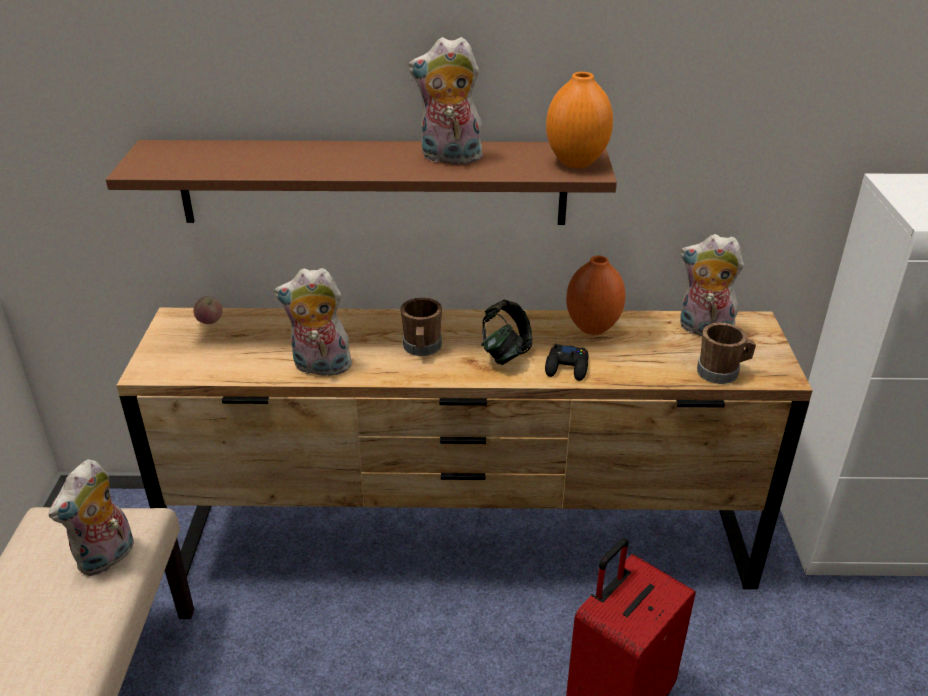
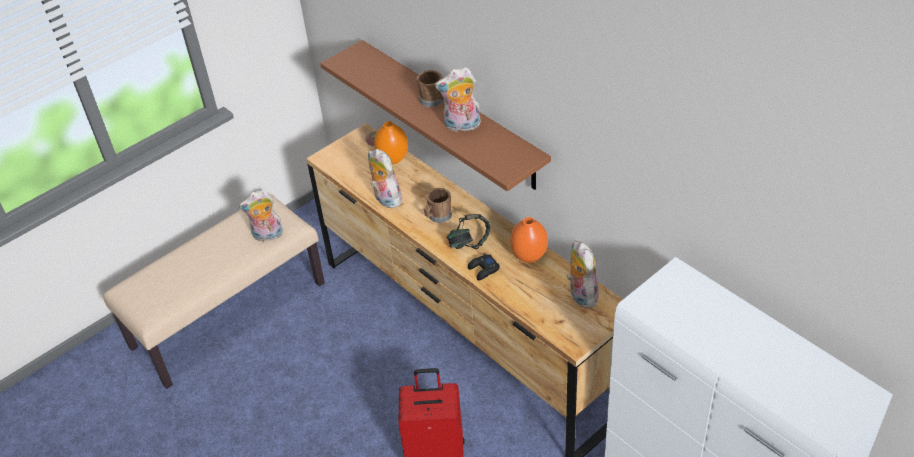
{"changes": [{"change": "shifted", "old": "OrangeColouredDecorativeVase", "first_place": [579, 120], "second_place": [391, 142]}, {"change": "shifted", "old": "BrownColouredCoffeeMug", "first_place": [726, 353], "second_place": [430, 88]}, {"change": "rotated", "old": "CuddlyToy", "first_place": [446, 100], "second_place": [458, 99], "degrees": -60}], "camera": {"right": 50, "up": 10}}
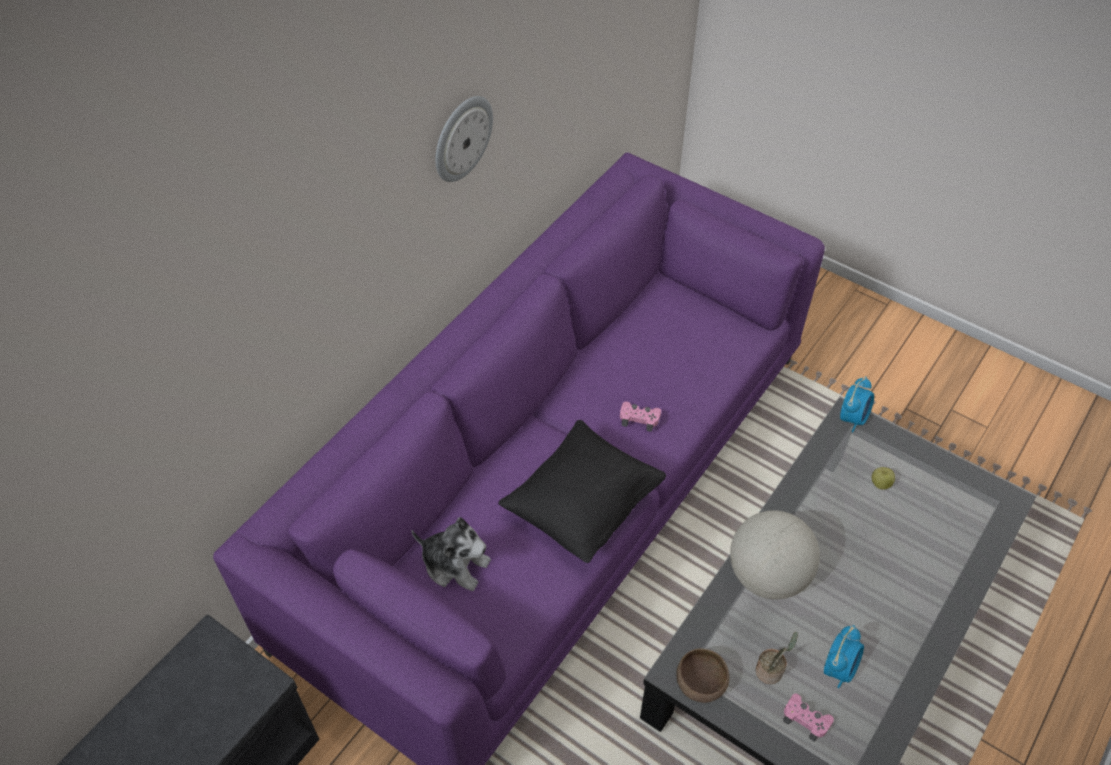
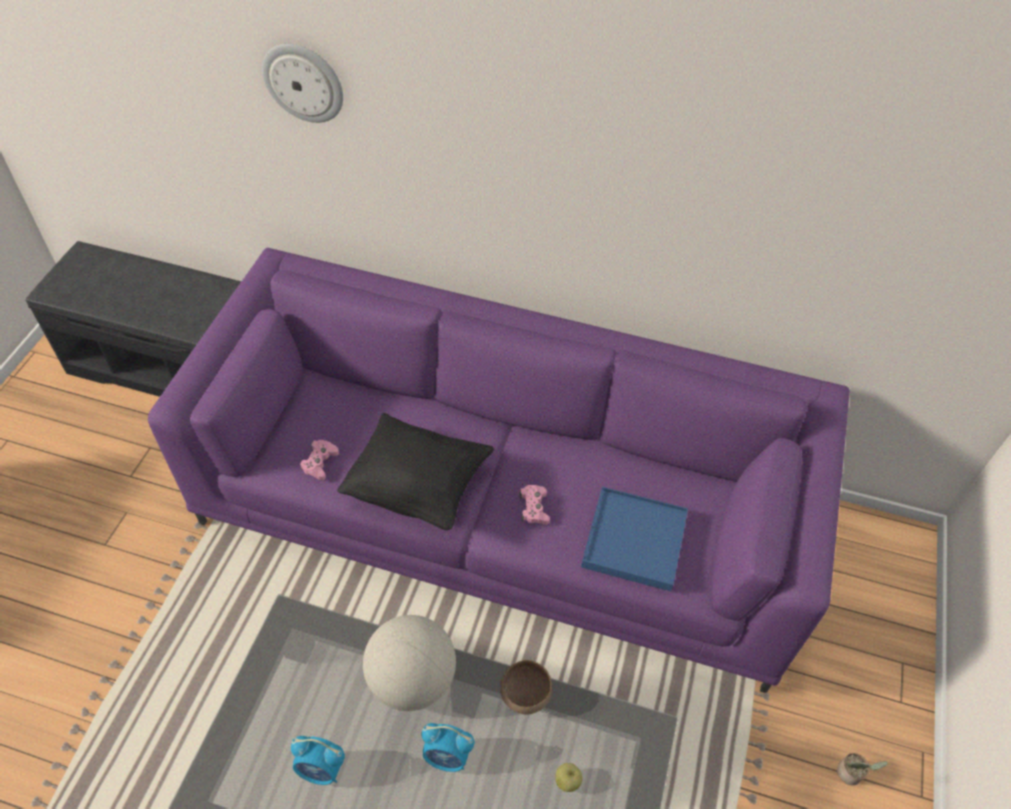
{"changes": [{"change": "shifted", "old": "HangingClock", "first_place": [464, 139], "second_place": [302, 83]}, {"change": "shifted", "old": "PinkishJoypad", "first_place": [808, 718], "second_place": [319, 460]}, {"change": "shifted", "old": "BedsideClock", "first_place": [857, 404], "second_place": [448, 747]}, {"change": "shifted", "old": "BrownColouredDeepDish", "first_place": [702, 676], "second_place": [526, 687]}, {"change": "new", "new": "BlueServingTray", "second_place": [634, 539]}, {"change": "shifted", "old": "PottedPlant", "first_place": [777, 658], "second_place": [862, 769]}, {"change": "gone", "old": "CuddlyToy", "first_place": [451, 554]}], "camera": {"right": 70, "up": 0}}
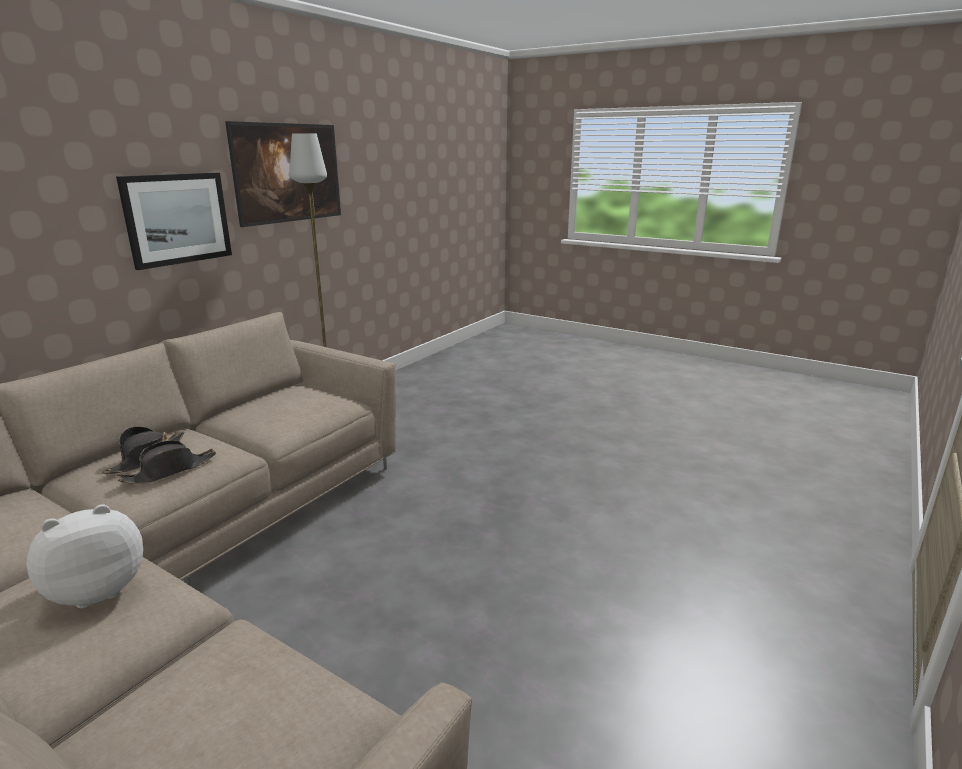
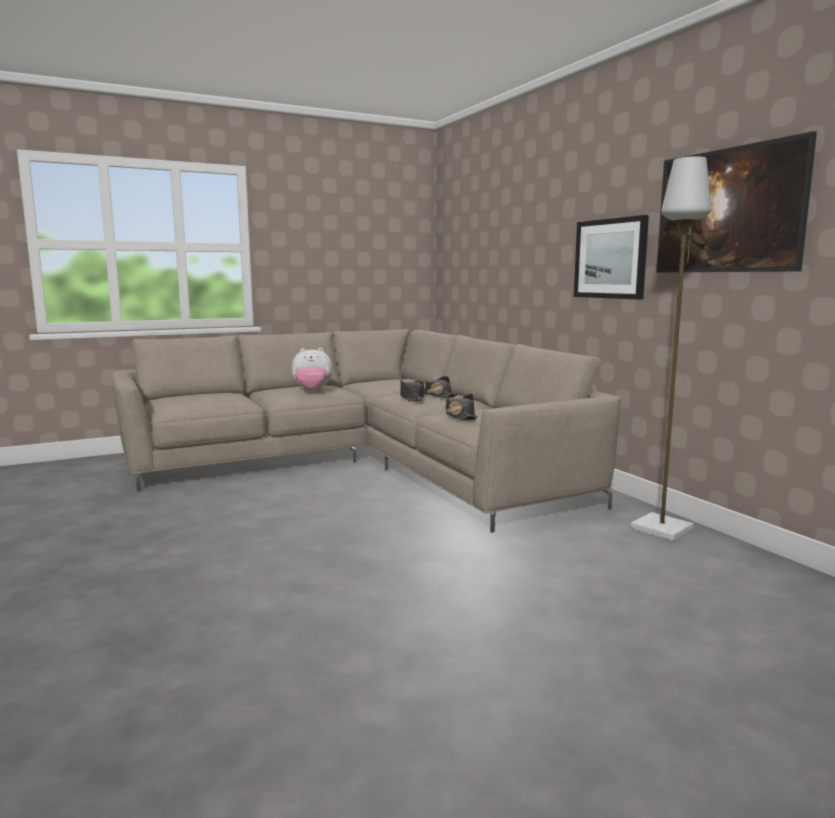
{"changes": [{"change": "rotated", "old": "CuddlyToy", "first_place": [84, 556], "second_place": [312, 369], "degrees": 90}, {"change": "new", "new": "BlackishClothingHat", "second_place": [461, 407]}], "camera": {"right": 120, "up": -10}}
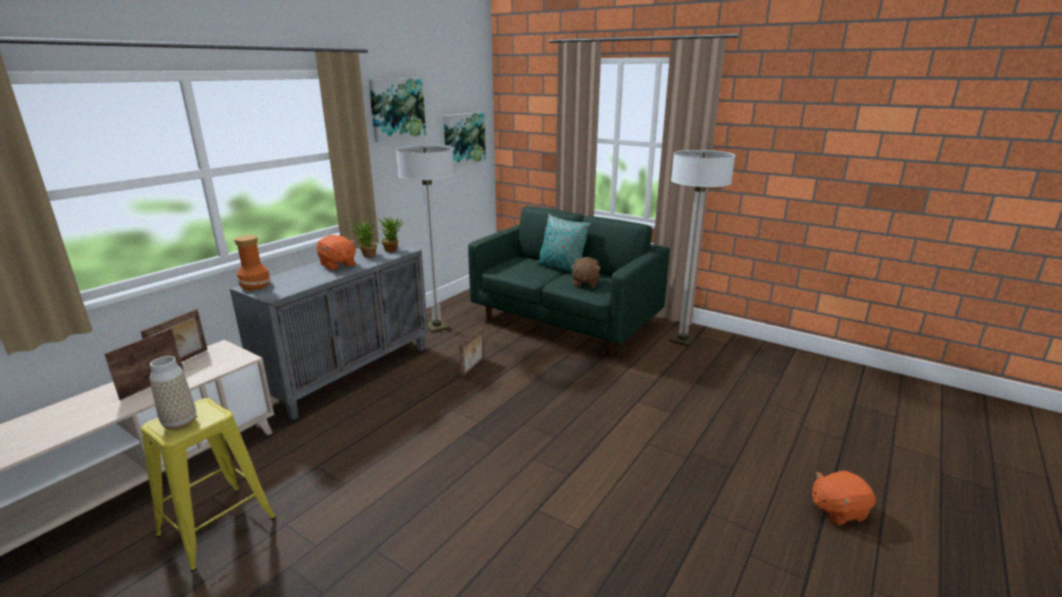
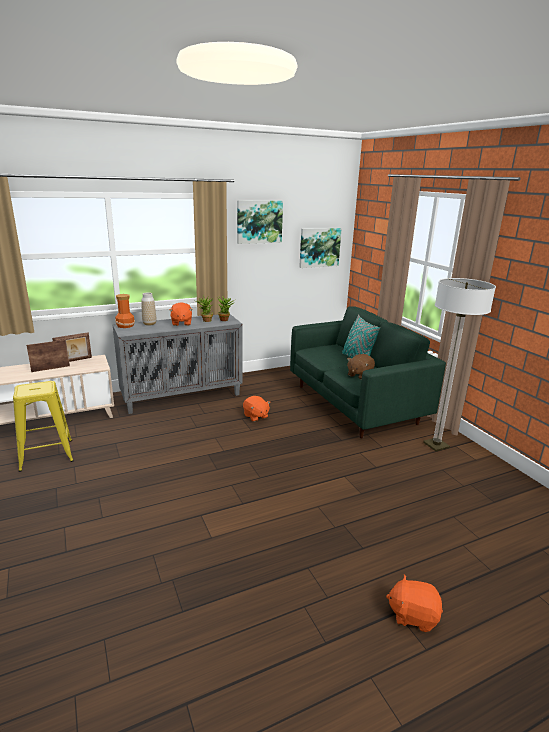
{"changes": [{"change": "shifted", "old": "DecorativeVase", "first_place": [173, 393], "second_place": [148, 309]}, {"change": "swapped", "old": "StandingFrame", "new": "OrangeColouredCuddlyToy", "first_place": [471, 353], "second_place": [256, 409]}, {"change": "gone", "old": "StandingLamp", "first_place": [425, 239]}], "camera": {"right": 30, "up": 0}}
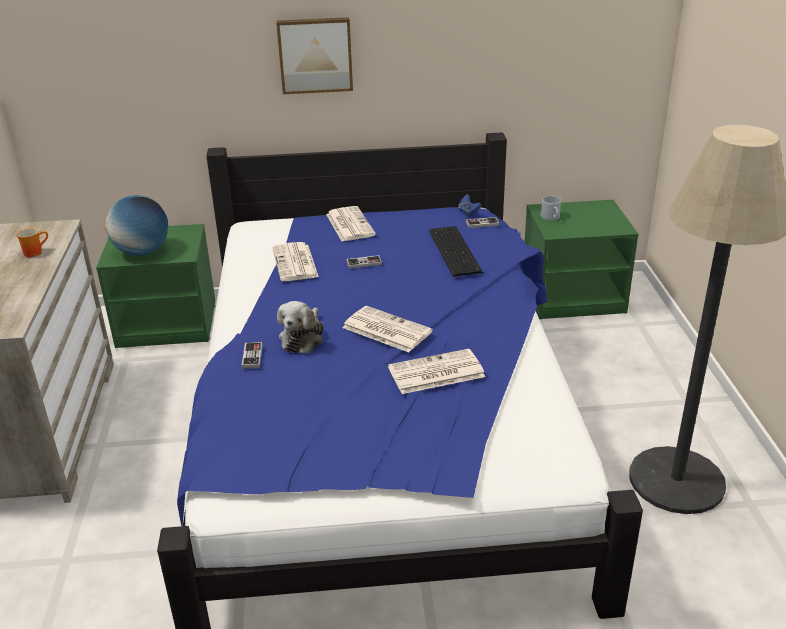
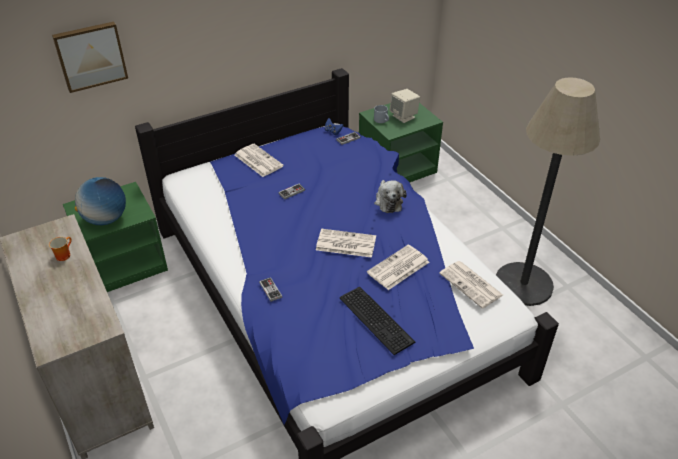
{"changes": [{"change": "shifted", "old": "Picture", "first_place": [314, 55], "second_place": [90, 57]}, {"change": "shifted", "old": "ComputerKeyboard", "first_place": [456, 251], "second_place": [377, 321]}, {"change": "shifted", "old": "CuddlyToy", "first_place": [300, 327], "second_place": [390, 196]}, {"change": "new", "new": "BeigeColouredSpeaker", "second_place": [405, 106]}, {"change": "shifted", "old": "DailyPaper", "first_place": [295, 261], "second_place": [471, 285]}], "camera": {"right": -25, "up": 10}}
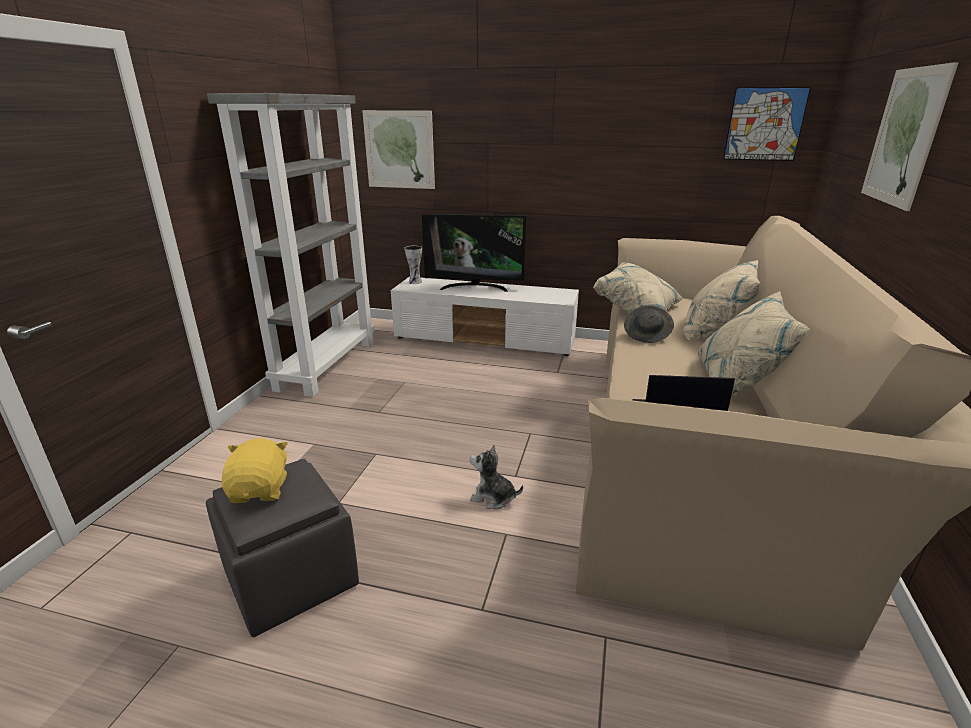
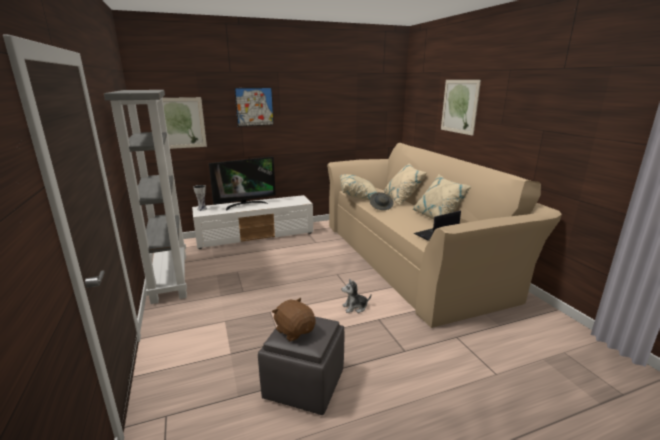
{"changes": [{"change": "shifted", "old": "Picture", "first_place": [767, 124], "second_place": [254, 107]}, {"change": "repainted", "old": "YellowCuddlyToy", "new": "BrownColouredCuddlyToy", "first_place": [255, 470], "second_place": [294, 319]}], "camera": {"right": -35, "up": -5}}
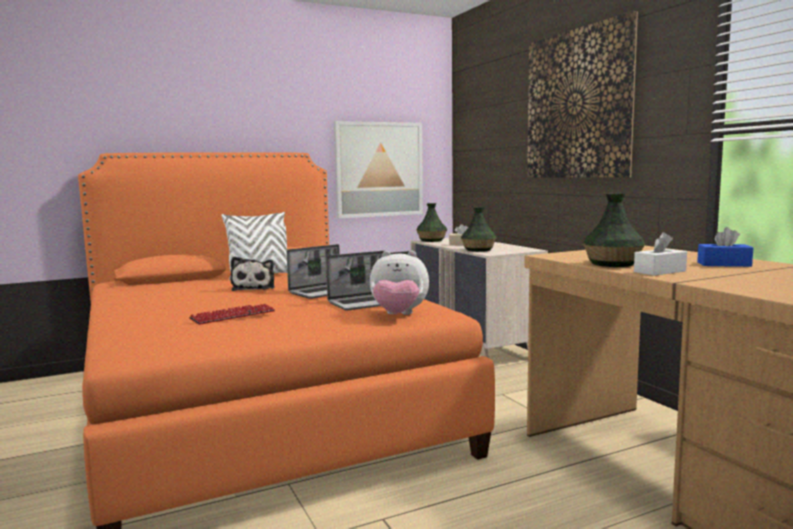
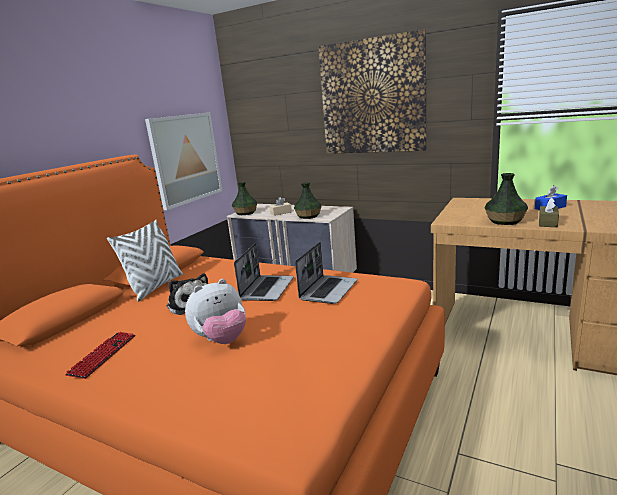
{"changes": [{"change": "shifted", "old": "ComputerKeyboard", "first_place": [232, 314], "second_place": [100, 355]}, {"change": "shifted", "old": "CuddlyToy", "first_place": [399, 282], "second_place": [215, 311]}, {"change": "repainted", "old": "WhiteColouredTissueHolder", "new": "BrownColouredTissueHolder", "first_place": [660, 254], "second_place": [549, 212]}], "camera": {"right": -35, "up": 10}}
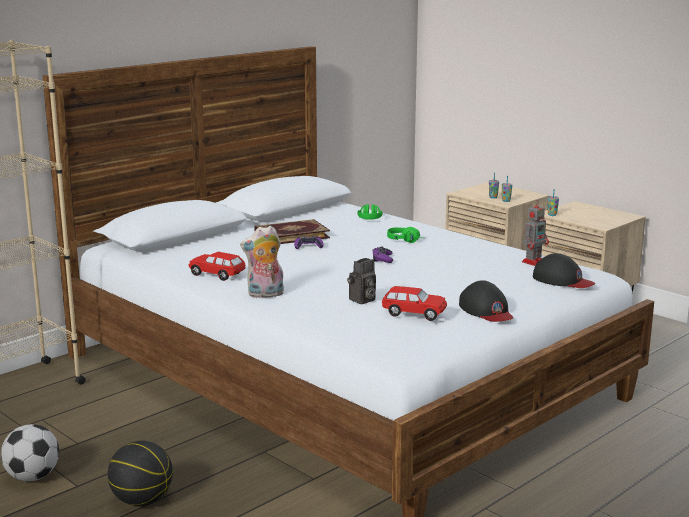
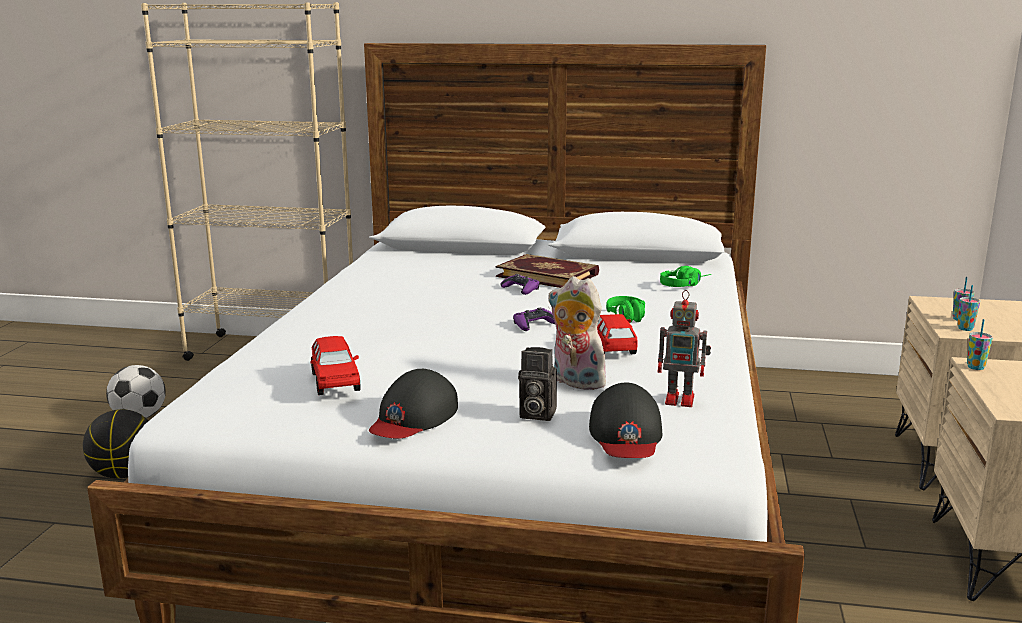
{"changes": [{"change": "shifted", "old": "PhotoCamera", "first_place": [361, 281], "second_place": [537, 384]}, {"change": "shifted", "old": "CuddlyToy", "first_place": [262, 261], "second_place": [578, 333]}, {"change": "shifted", "old": "ReddishModelCar", "first_place": [217, 266], "second_place": [617, 334]}], "camera": {"right": 55, "up": 0}}
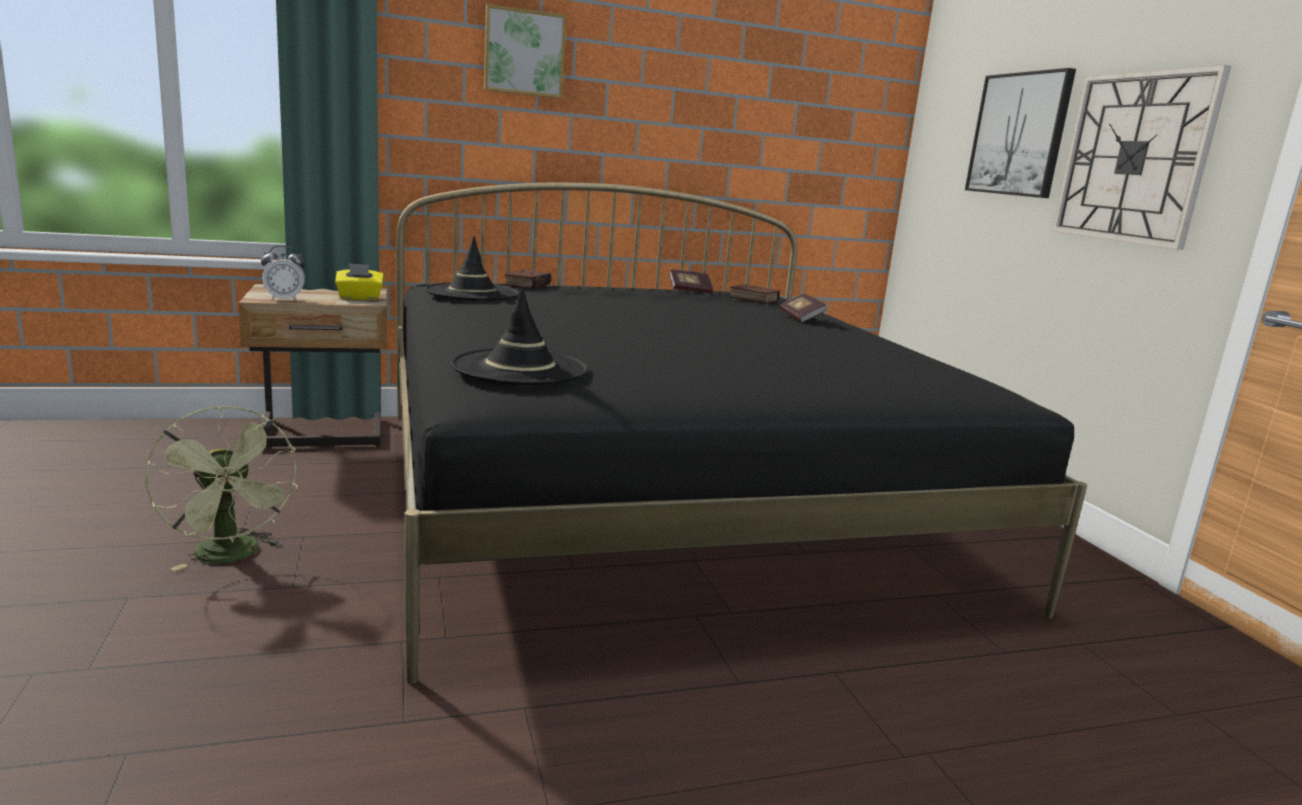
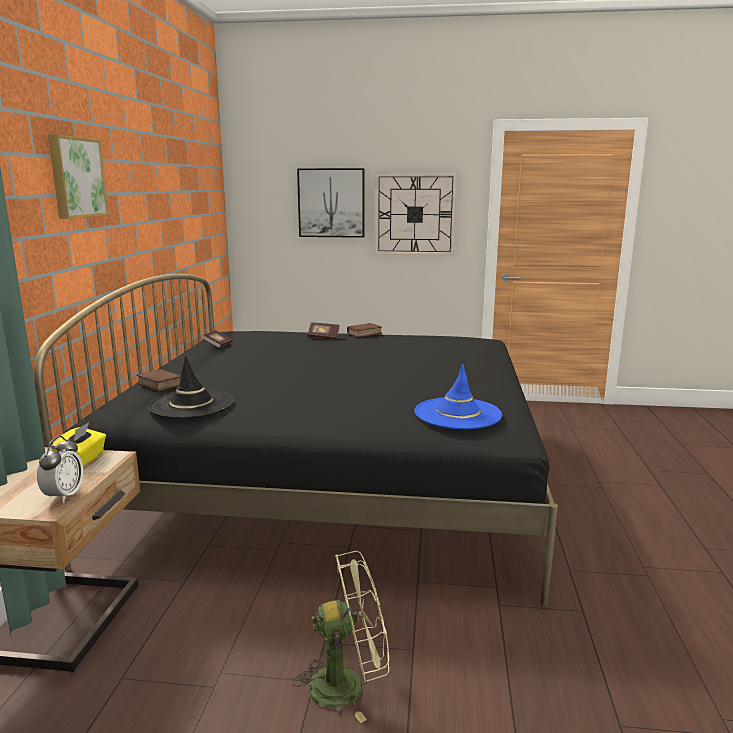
{"changes": [{"change": "shifted", "old": "BoundBook", "first_place": [754, 294], "second_place": [364, 330]}, {"change": "repainted", "old": "BlackishClothingHat", "new": "BlueClothingHat", "first_place": [519, 335], "second_place": [458, 396]}], "camera": {"right": -65, "up": 0}}
